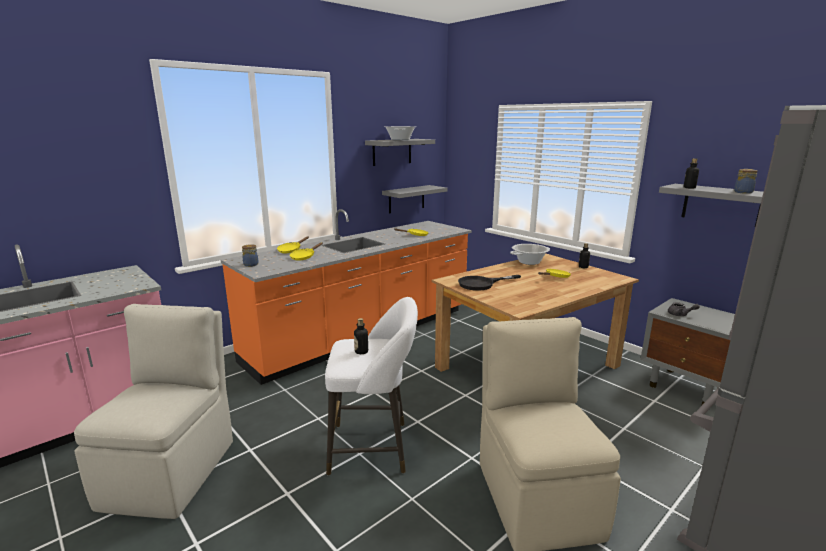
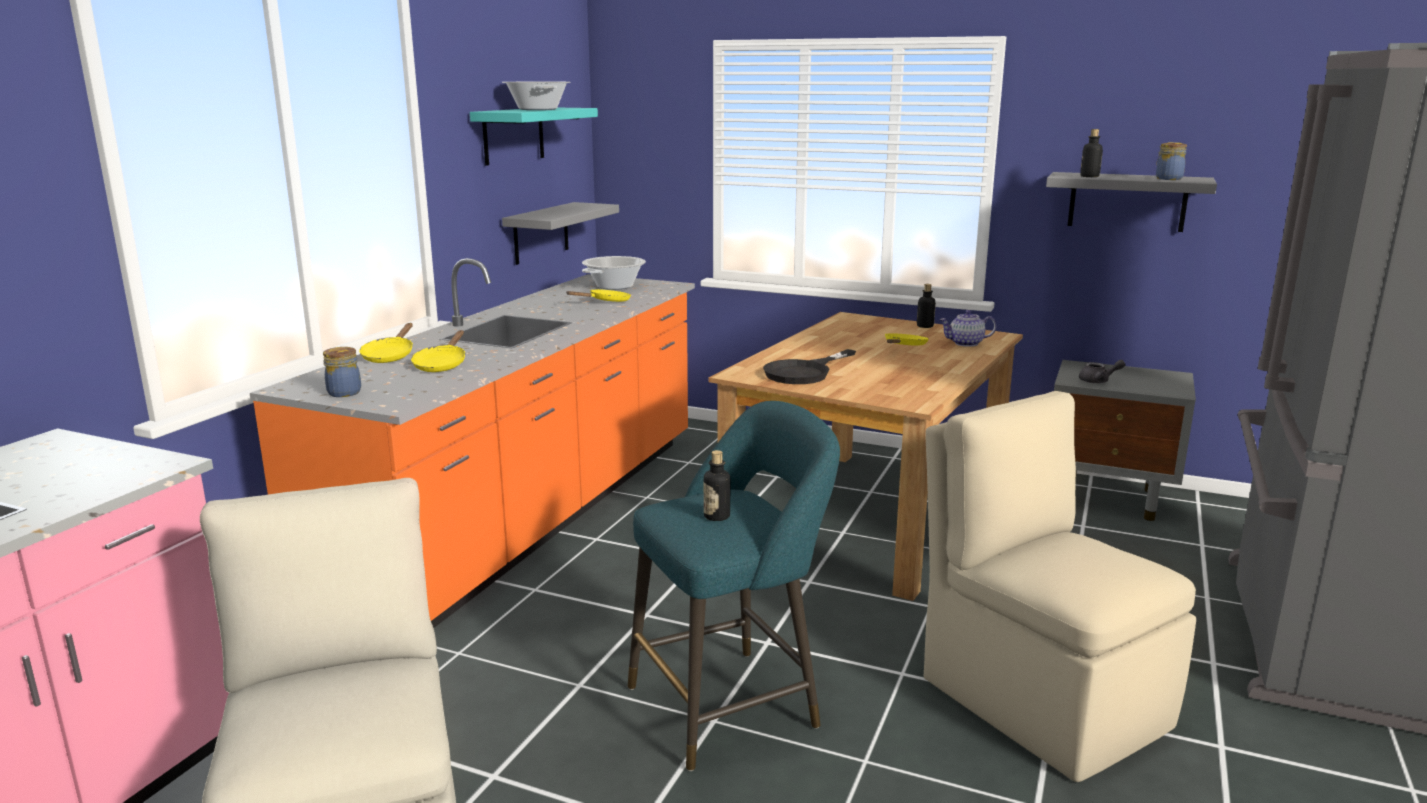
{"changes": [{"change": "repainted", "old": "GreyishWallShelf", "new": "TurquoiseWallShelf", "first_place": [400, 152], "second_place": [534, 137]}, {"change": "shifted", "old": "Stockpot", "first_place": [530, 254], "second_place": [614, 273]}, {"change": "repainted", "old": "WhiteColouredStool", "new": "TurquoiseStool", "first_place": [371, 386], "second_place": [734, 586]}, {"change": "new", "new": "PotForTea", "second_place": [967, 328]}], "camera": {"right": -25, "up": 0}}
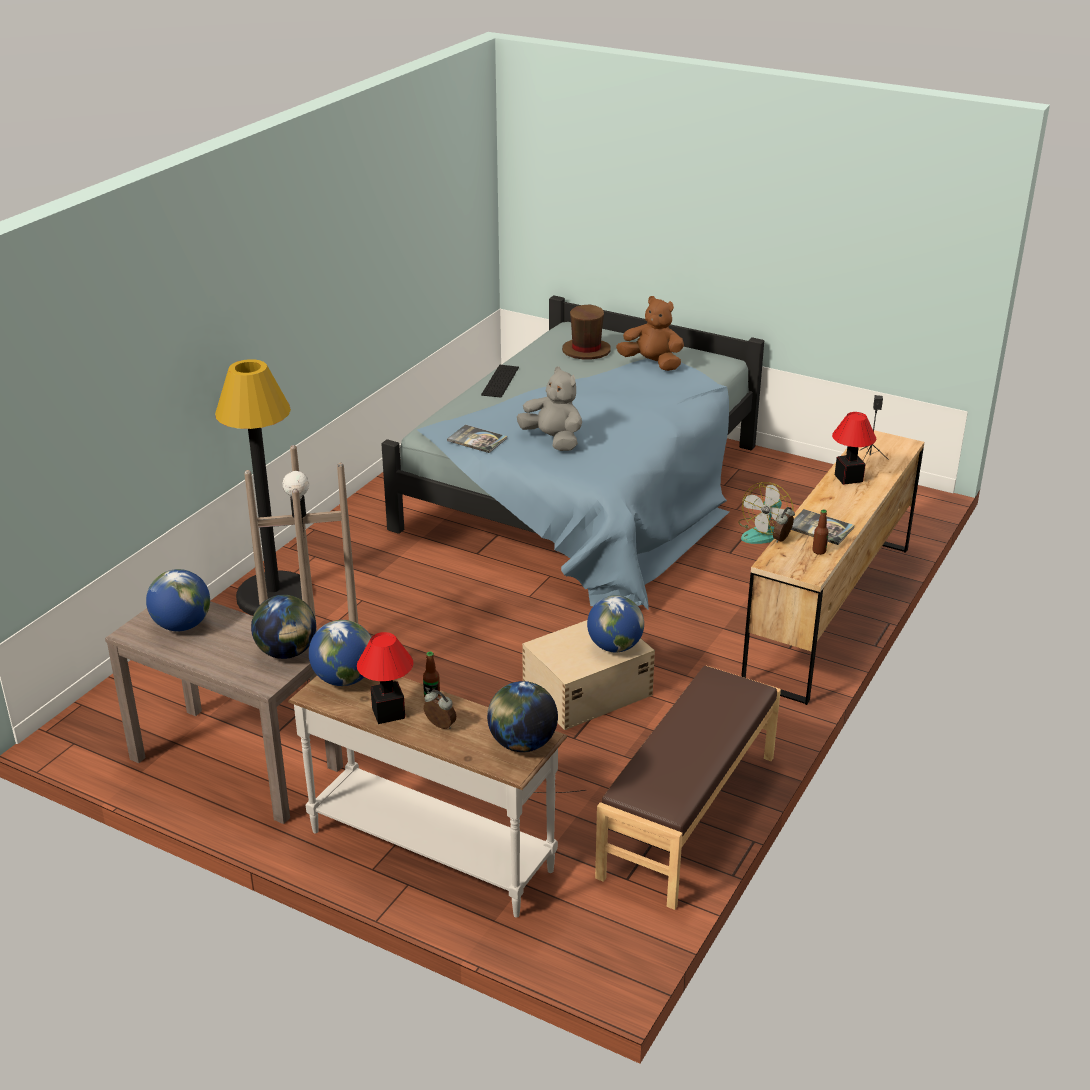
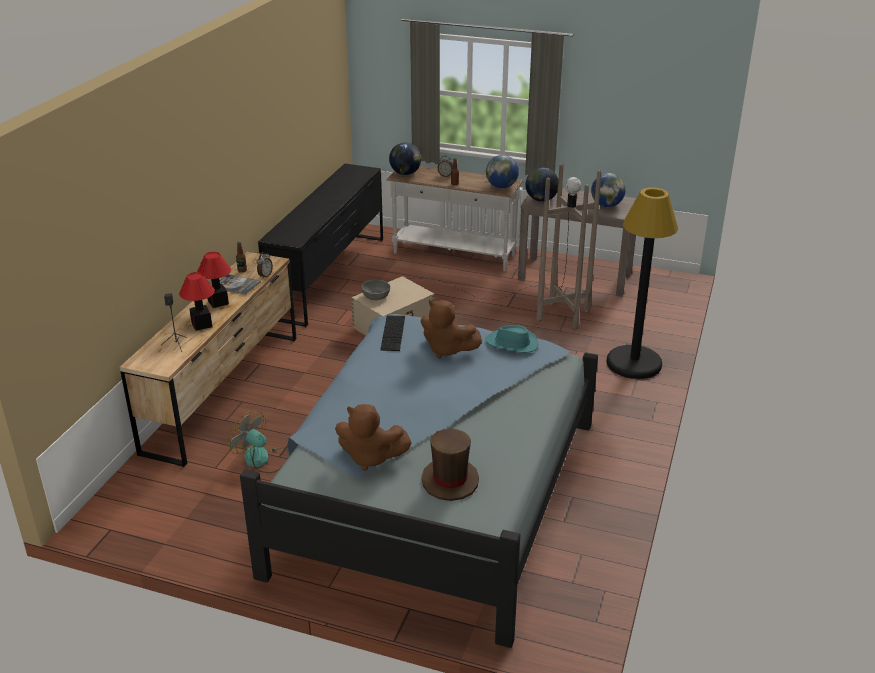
{"changes": [{"change": "shifted", "old": "LampForATable", "first_place": [385, 678], "second_place": [214, 280]}, {"change": "rotated", "old": "ElectricFan", "first_place": [766, 513], "second_place": [258, 442], "degrees": -75}, {"change": "swapped", "old": "BrownColouredBench", "new": "BlackishDresser", "first_place": [688, 788], "second_place": [320, 245]}, {"change": "swapped", "old": "DeskGlobe", "new": "GreyishDeepDish", "first_place": [615, 623], "second_place": [375, 290]}, {"change": "shifted", "old": "ComputerKeyboard", "first_place": [500, 381], "second_place": [392, 333]}, {"change": "repainted", "old": "GreyishCuddlyToy", "new": "BrownColouredCuddlyToy", "first_place": [549, 409], "second_place": [451, 329]}, {"change": "swapped", "old": "BoundBook", "new": "TurquoiseClothingHat", "first_place": [477, 439], "second_place": [511, 339]}], "camera": {"right": 170, "up": 0}}
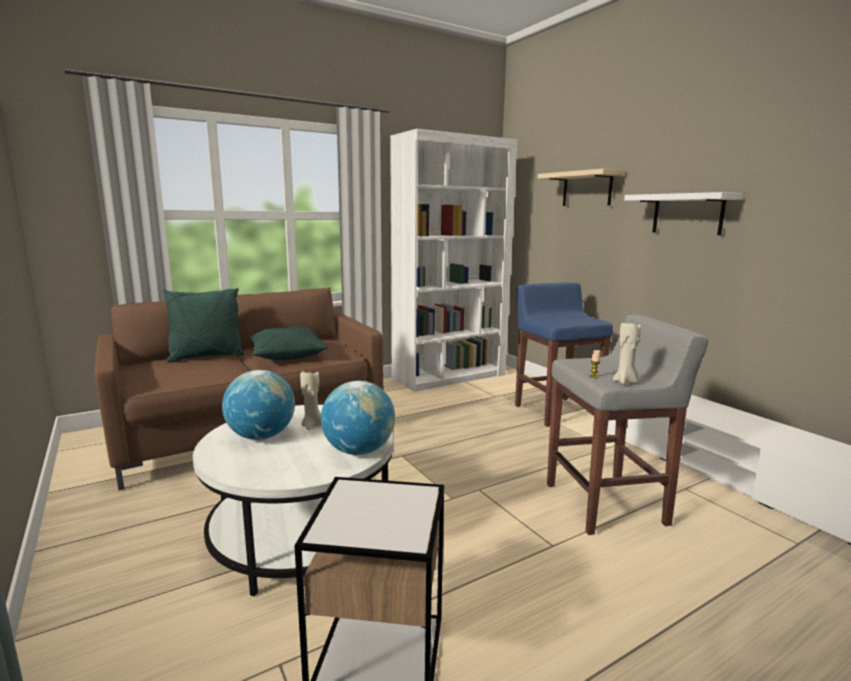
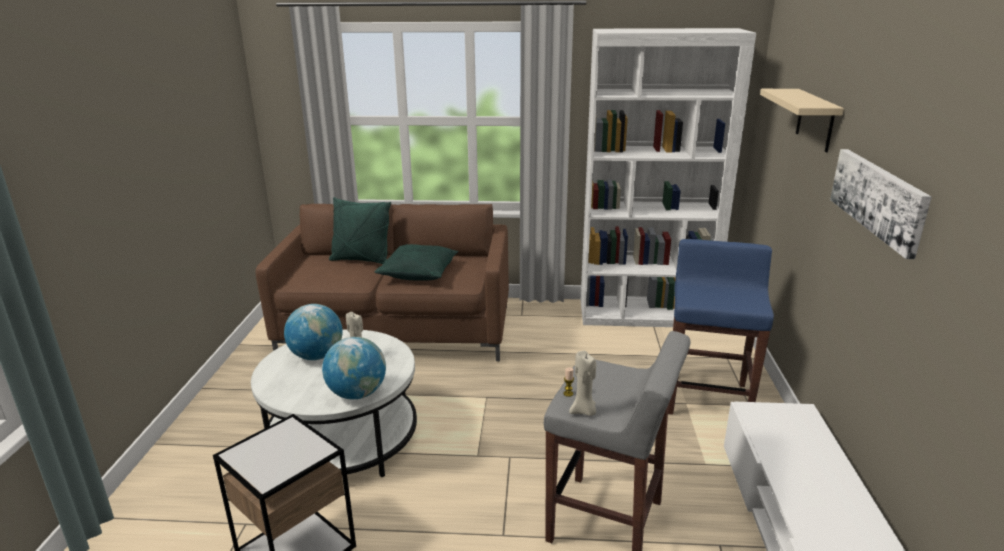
{"changes": [{"change": "swapped", "old": "WhiteColouredWallShelf", "new": "Picture", "first_place": [683, 213], "second_place": [881, 204]}], "camera": {"right": 35, "up": 10}}
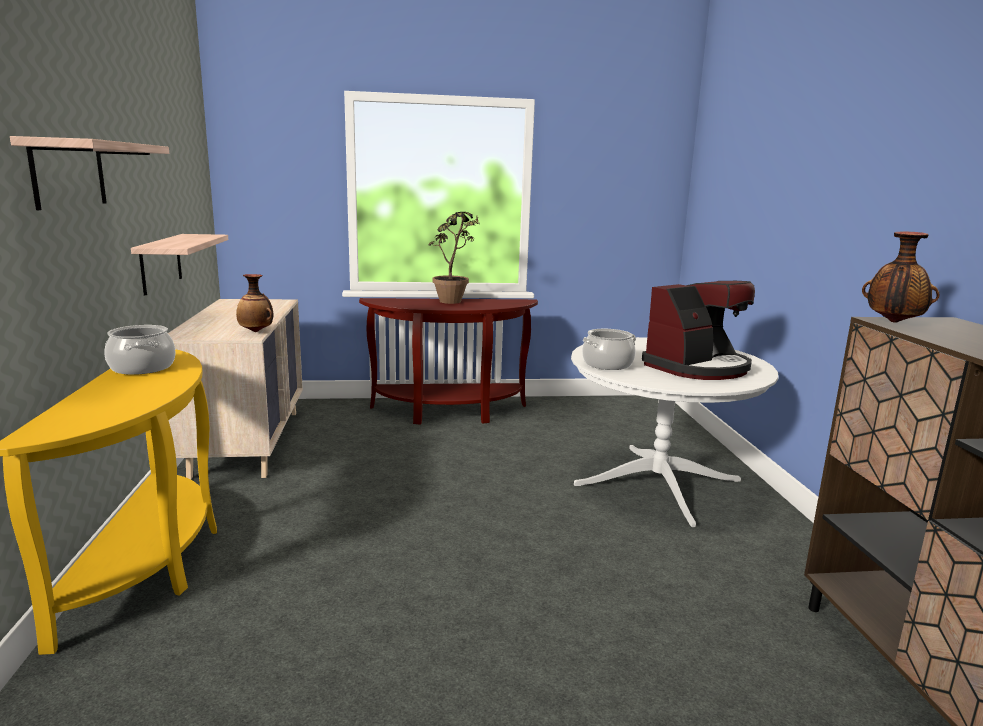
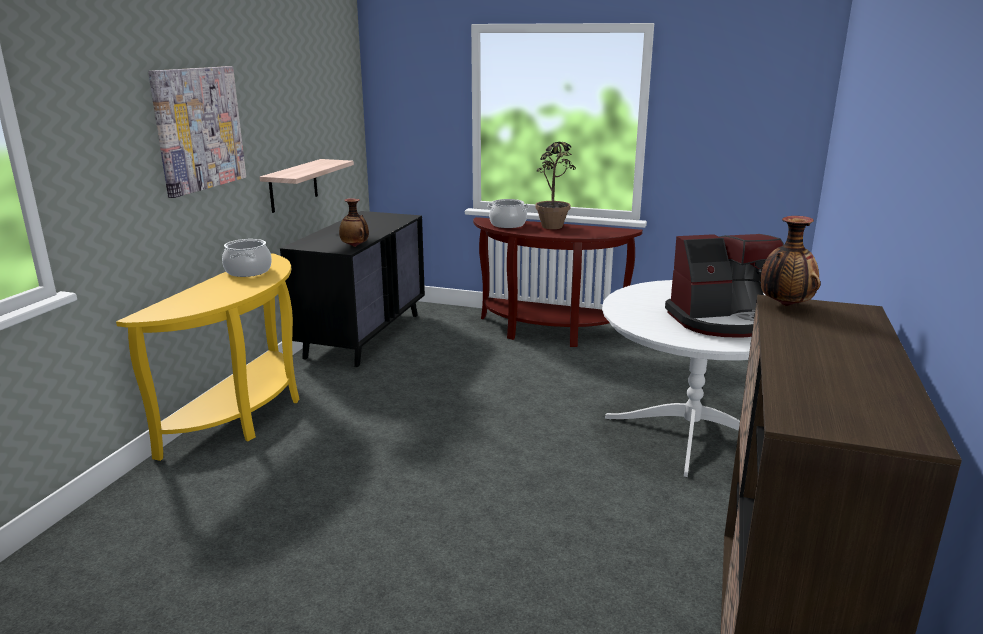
{"changes": [{"change": "swapped", "old": "WallShelf", "new": "Picture", "first_place": [89, 173], "second_place": [197, 132]}, {"change": "repainted", "old": "BeigeColouredDresser", "new": "BlackishDresser", "first_place": [235, 389], "second_place": [352, 289]}, {"change": "shifted", "old": "Stockpot", "first_place": [609, 349], "second_place": [508, 213]}], "camera": {"right": 25, "up": 5}}
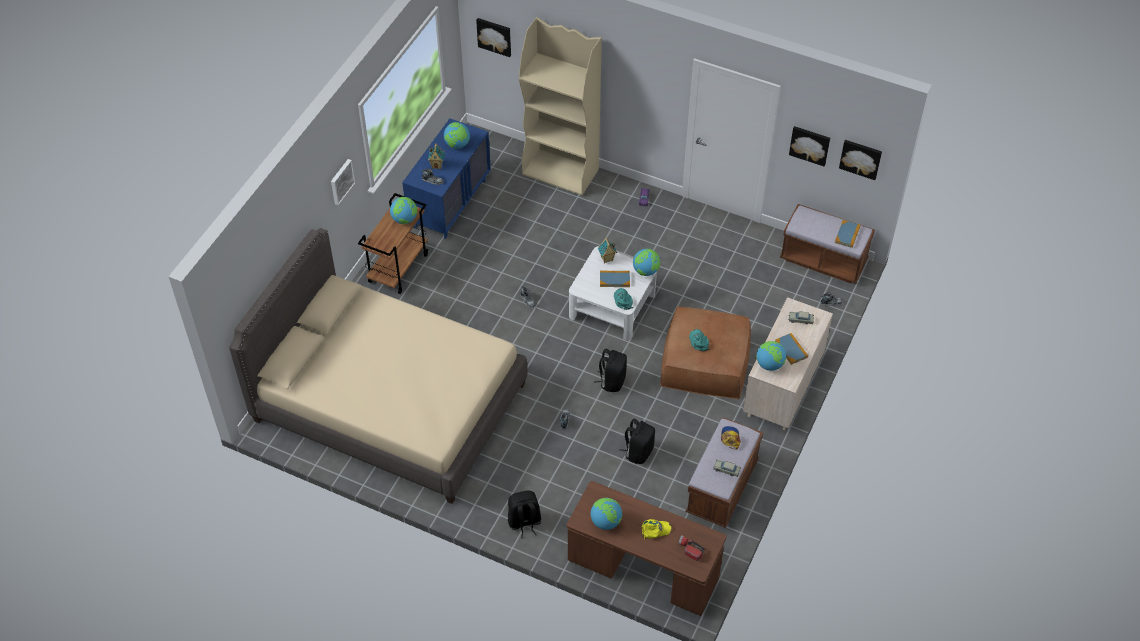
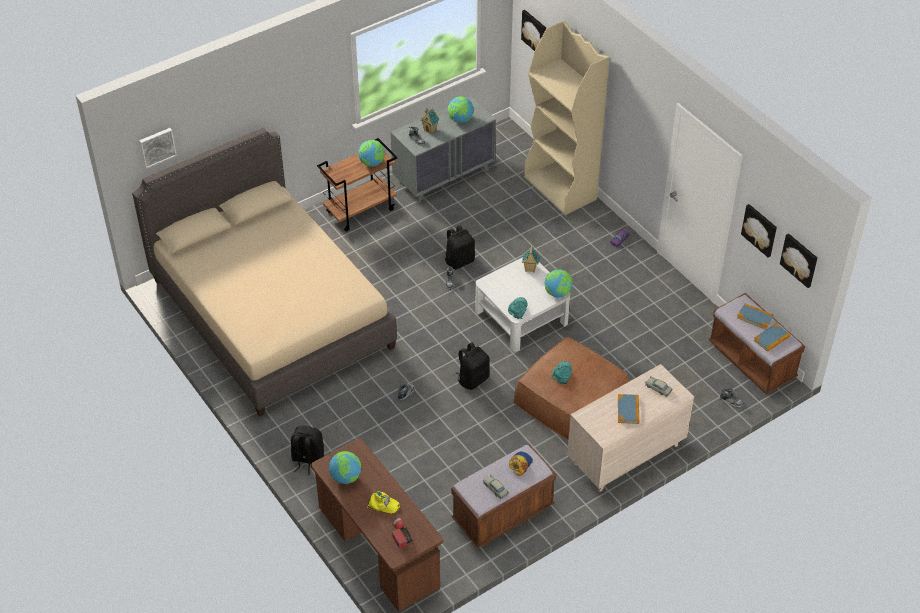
{"changes": [{"change": "shifted", "old": "Picture", "first_place": [343, 182], "second_place": [158, 148]}, {"change": "repainted", "old": "BlueDresser", "new": "GreyishDresser", "first_place": [446, 178], "second_place": [443, 150]}, {"change": "shifted", "old": "BlackishKnapsack", "first_place": [637, 441], "second_place": [460, 247]}, {"change": "shifted", "old": "BoundBook", "first_place": [615, 279], "second_place": [755, 316]}, {"change": "gone", "old": "DeskGlobe", "first_place": [771, 356]}], "camera": {"right": 30, "up": -5}}
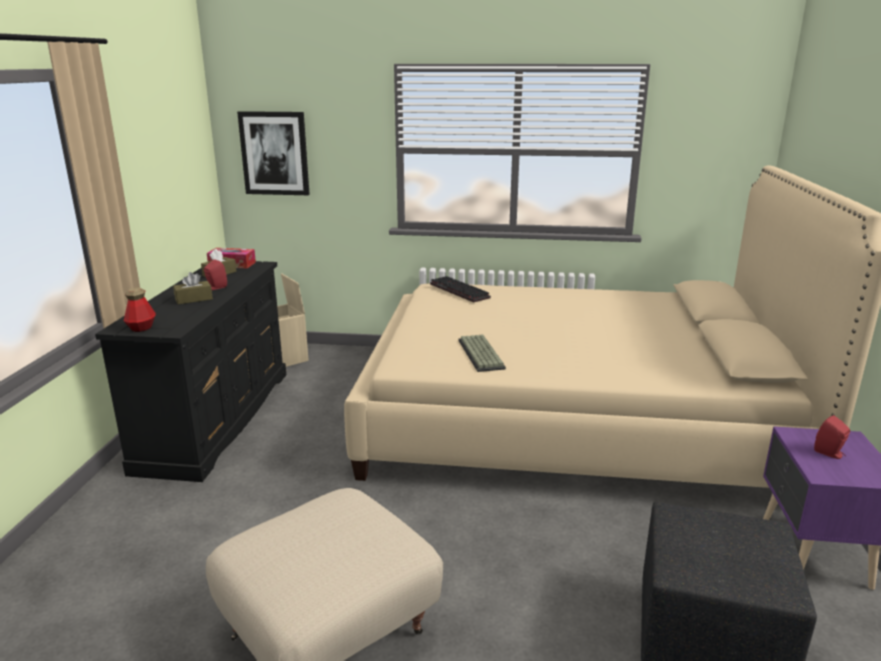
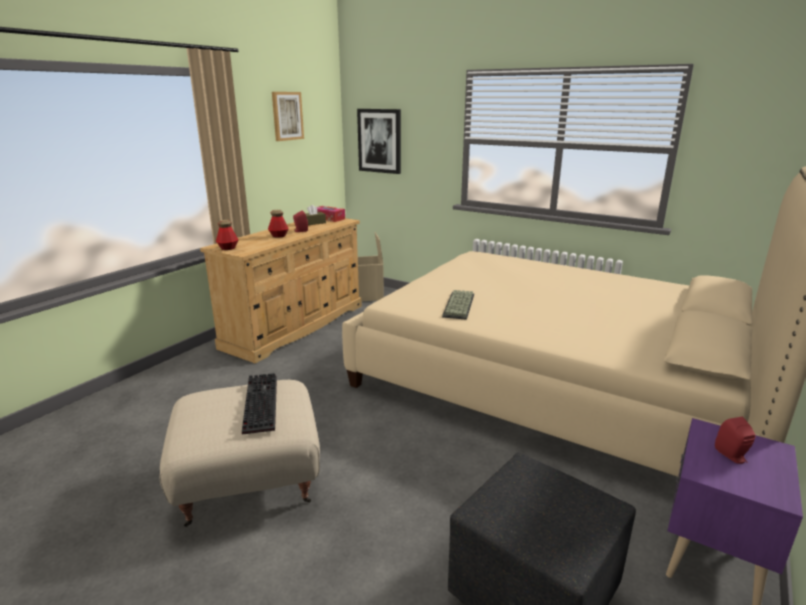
{"changes": [{"change": "repainted", "old": "BlackishDresser", "new": "BeigeColouredDresser", "first_place": [190, 371], "second_place": [281, 291]}, {"change": "shifted", "old": "ComputerKeyboard", "first_place": [460, 289], "second_place": [259, 403]}, {"change": "swapped", "old": "BrownColouredTissueHolder", "new": "BeverageBottle", "first_place": [193, 288], "second_place": [278, 224]}, {"change": "new", "new": "Picture", "second_place": [288, 116]}], "camera": {"right": 25, "up": 0}}
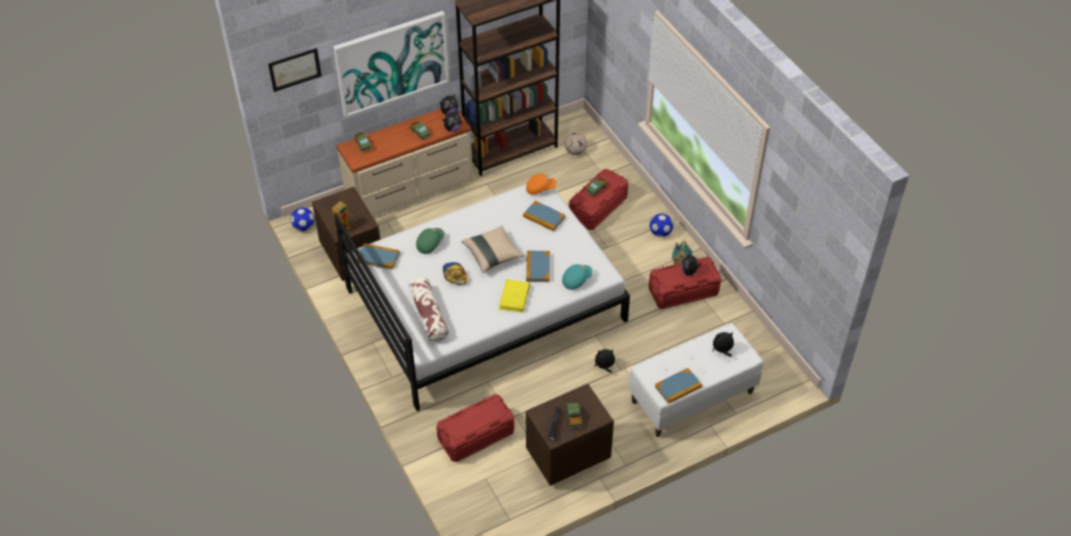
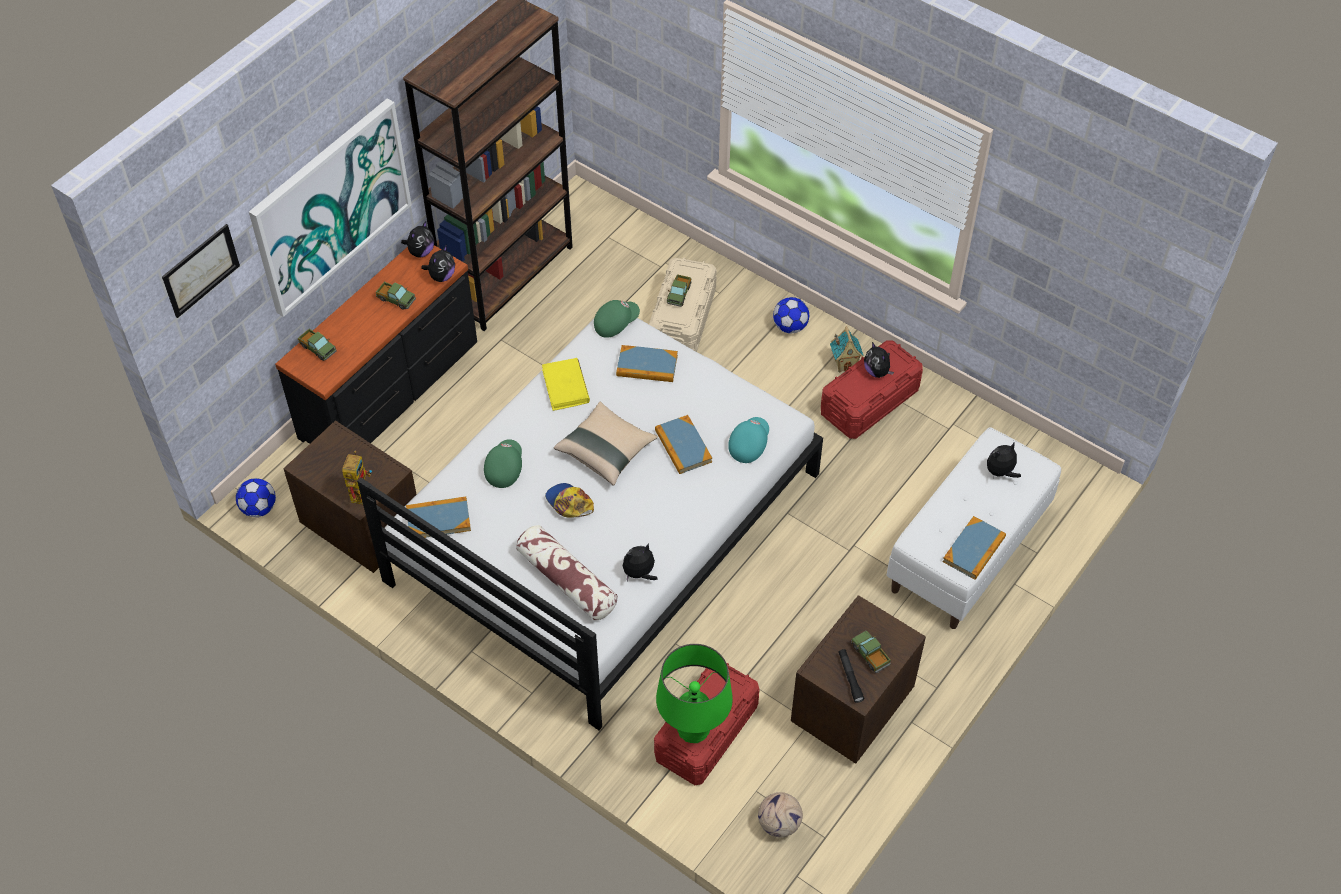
{"changes": [{"change": "repainted", "old": "BeigeColouredDresser", "new": "BlackishDresser", "first_place": [404, 163], "second_place": [376, 344]}, {"change": "shifted", "old": "YellowBoundBook", "first_place": [514, 296], "second_place": [566, 384]}, {"change": "repainted", "old": "OrangeColouredCap", "new": "GreenishCap", "first_place": [541, 184], "second_place": [617, 319]}, {"change": "shifted", "old": "CuddlyToy", "first_place": [604, 361], "second_place": [640, 562]}, {"change": "repainted", "old": "ReddishStorageContainer", "new": "BeigeColouredStorageContainer", "first_place": [598, 199], "second_place": [683, 304]}, {"change": "new", "new": "GreenishLampForATable", "second_place": [694, 693]}, {"change": "shifted", "old": "Football", "first_place": [576, 144], "second_place": [780, 815]}], "camera": {"right": -25, "up": 5}}
